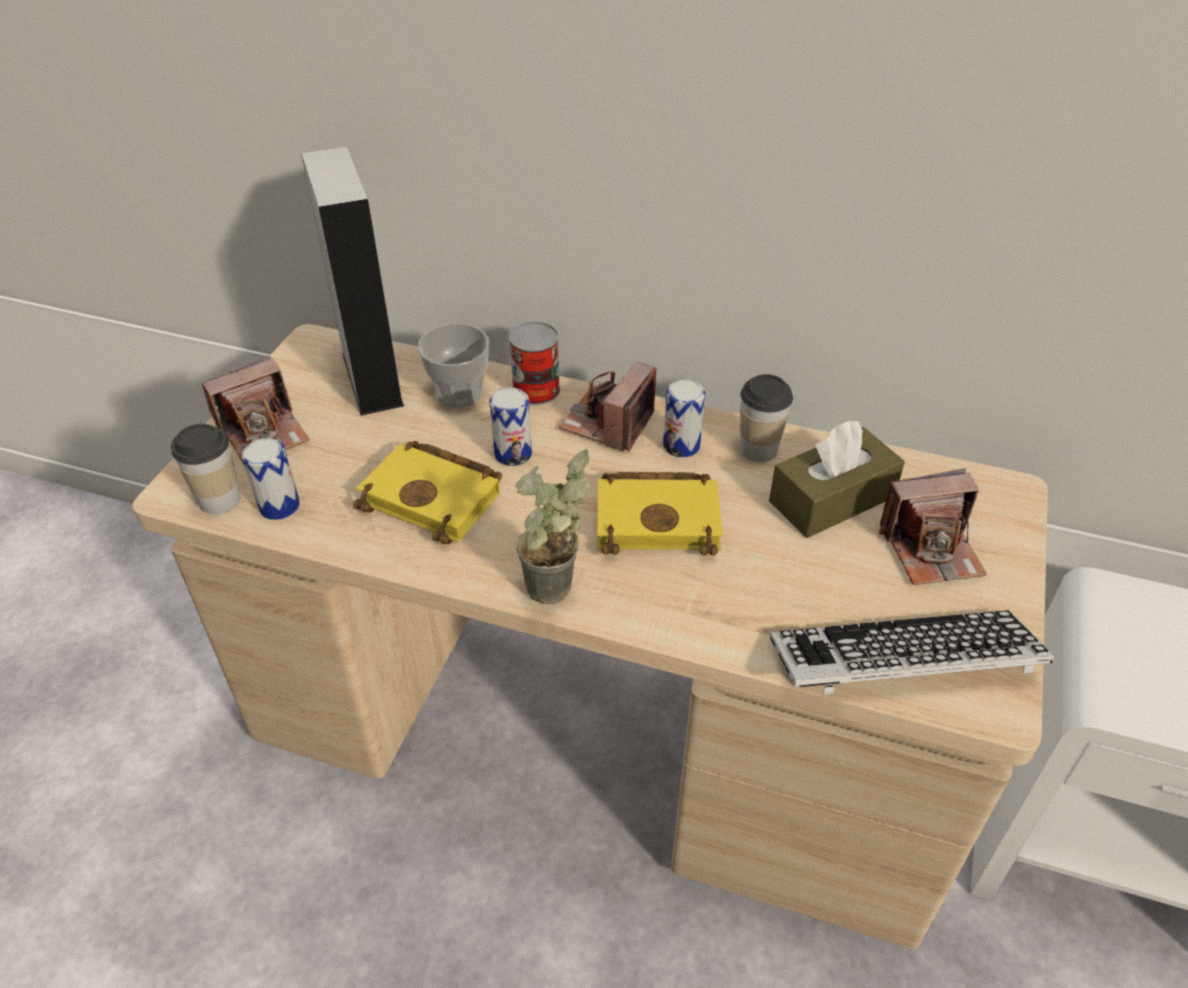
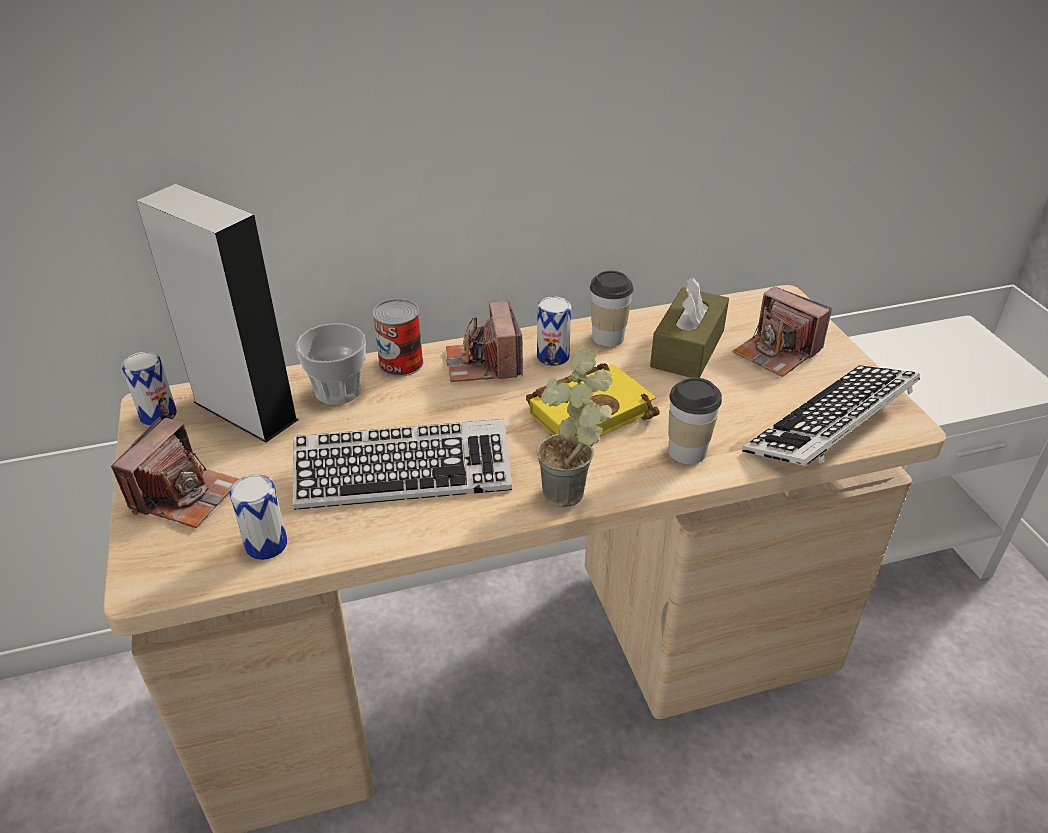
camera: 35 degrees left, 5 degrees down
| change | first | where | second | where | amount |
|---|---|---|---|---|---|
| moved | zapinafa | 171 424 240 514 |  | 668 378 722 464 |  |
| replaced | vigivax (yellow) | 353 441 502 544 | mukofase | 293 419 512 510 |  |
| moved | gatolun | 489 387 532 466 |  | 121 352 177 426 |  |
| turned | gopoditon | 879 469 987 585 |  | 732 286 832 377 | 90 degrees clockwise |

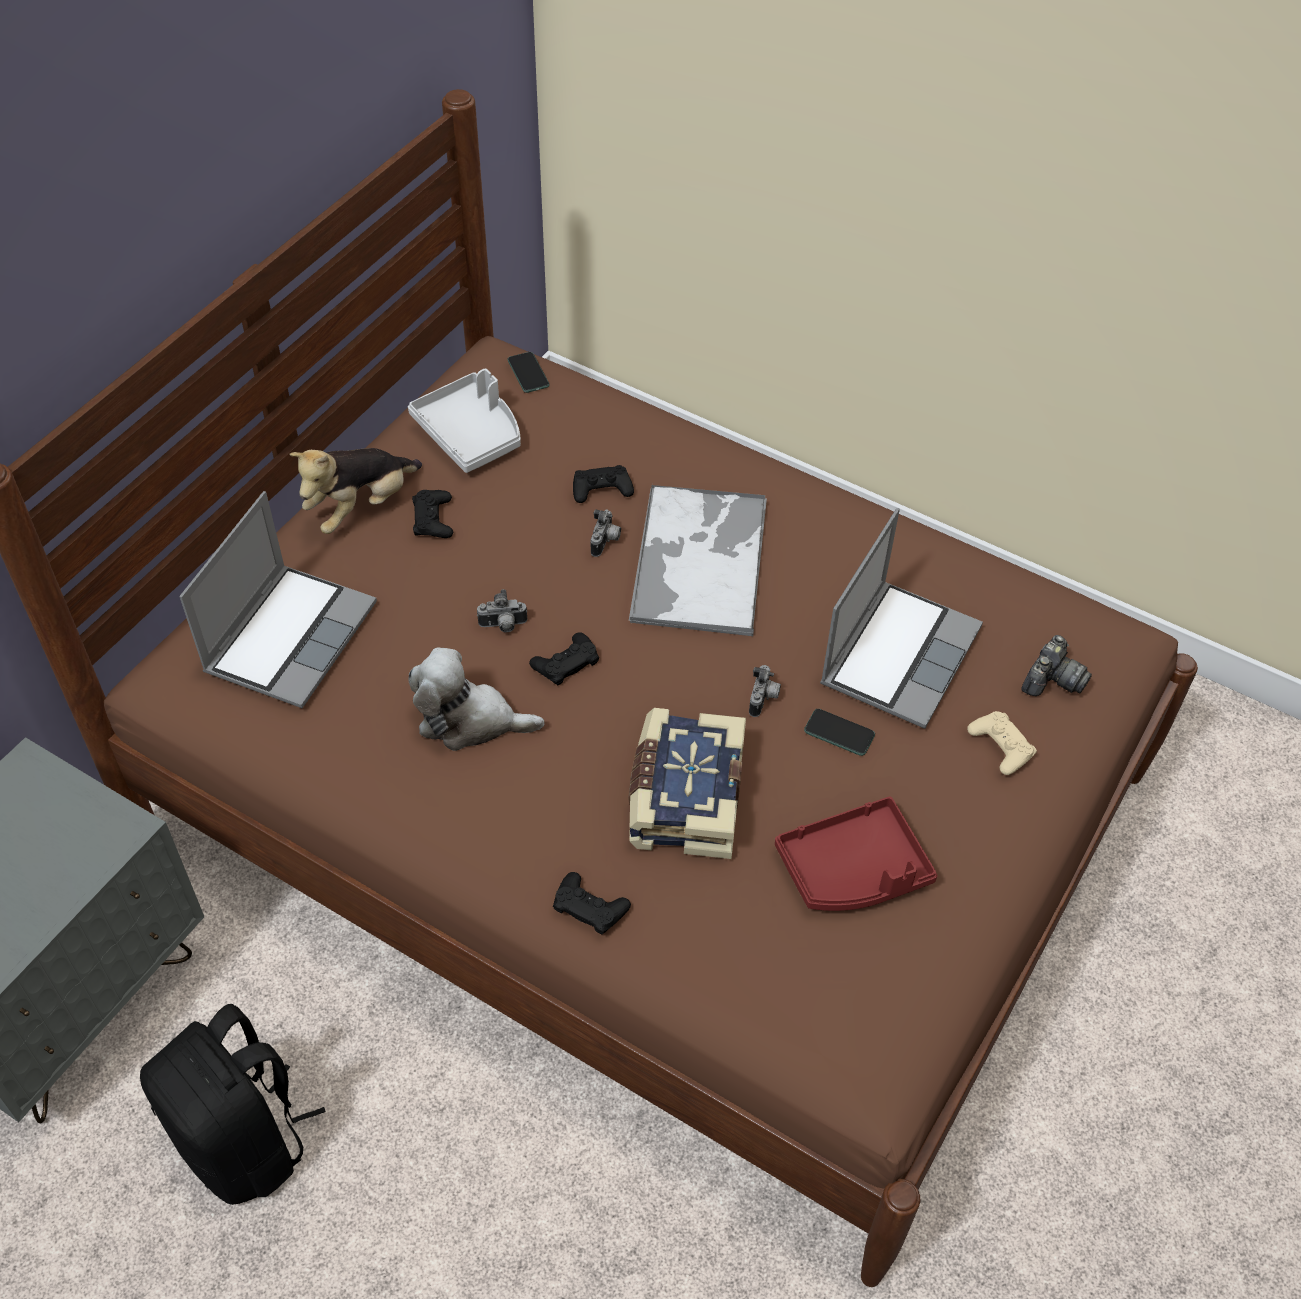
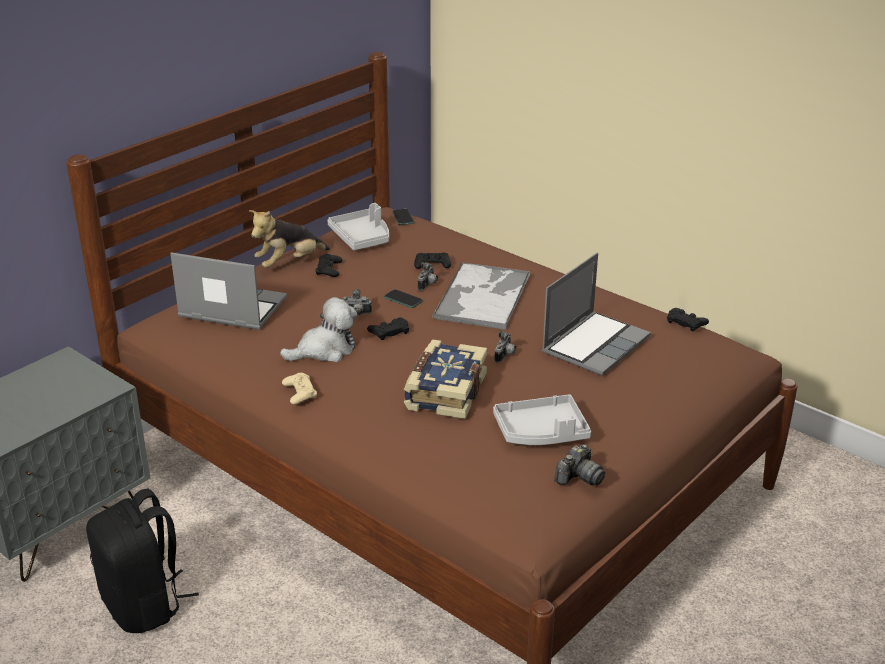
camera: 10 degrees right, 20 degrees down
| change | first | where | second | where | amount |
|---|---|---|---|---|---|
| turned | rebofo | 179 491 377 708 |  | 170 252 287 330 | 105 degrees counterclockwise |
| turned | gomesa | 408 647 545 751 |  | 280 297 357 362 | 135 degrees clockwise |
| moved | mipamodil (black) | 553 872 631 935 |  | 667 308 709 331 |  |
| recoloured | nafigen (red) | 775 797 938 911 | nafigen (grey) | 493 394 591 445 |  |
| moved | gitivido | 804 709 875 756 |  | 384 289 423 308 |  |
| moved | mipamodil (beige) | 967 711 1037 775 |  | 282 373 317 404 |  |
| moved | gopoditon | 1021 635 1092 696 |  | 554 444 605 486 |  |

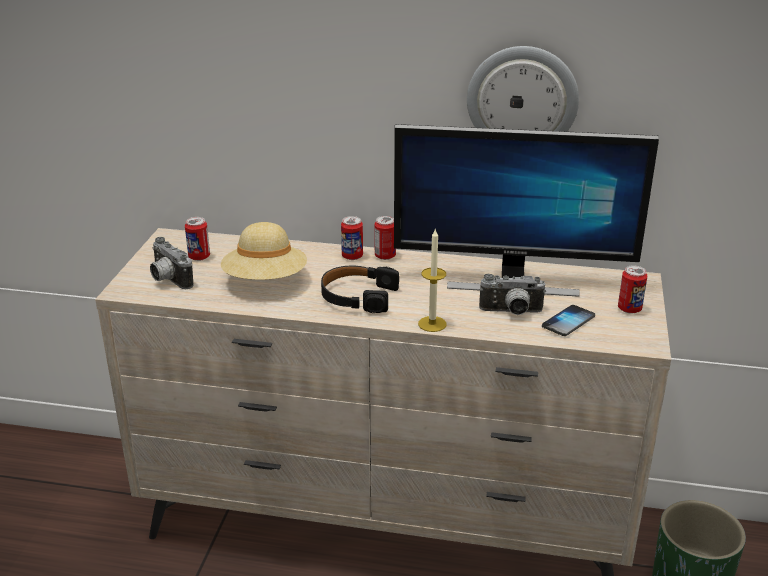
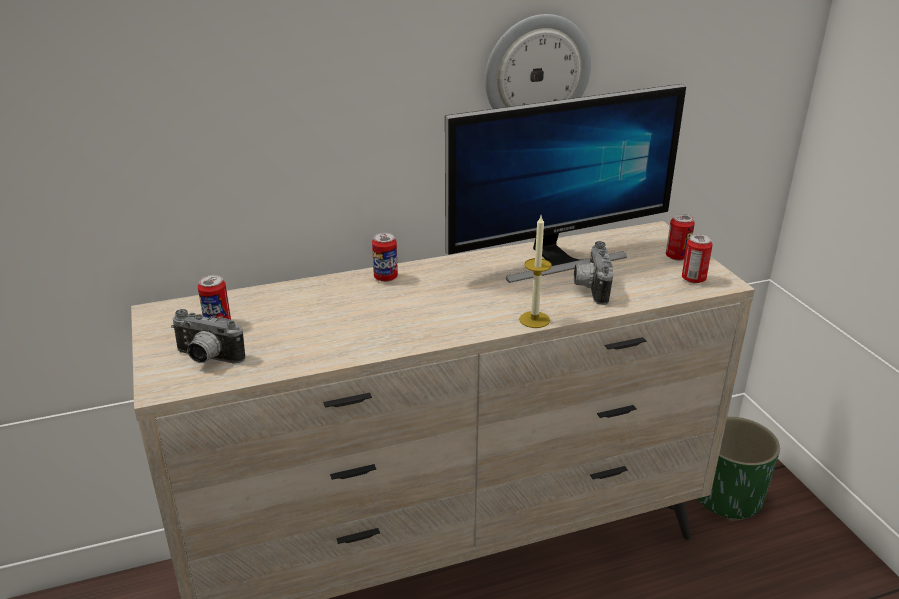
camera: 30 degrees left, 0 degrees up
| change | first | where | second | where | amount |
|---|---|---|---|---|---|
| removed | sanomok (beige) | 221 222 307 280 |  |  |  |
| removed | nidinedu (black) | 321 266 399 313 |  |  |  |
| moved | gatolun | 374 216 396 260 |  | 682 234 713 283 |  |
| turned | gopoditon | 479 274 546 315 |  | 574 241 613 305 | 120 degrees clockwise |
| removed | gitivido | 542 305 595 336 |  |  |  |

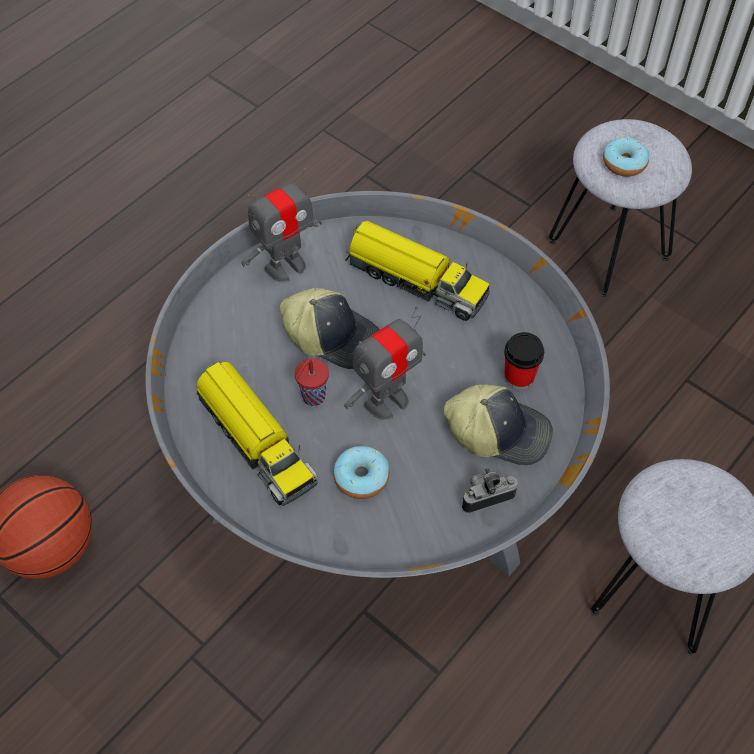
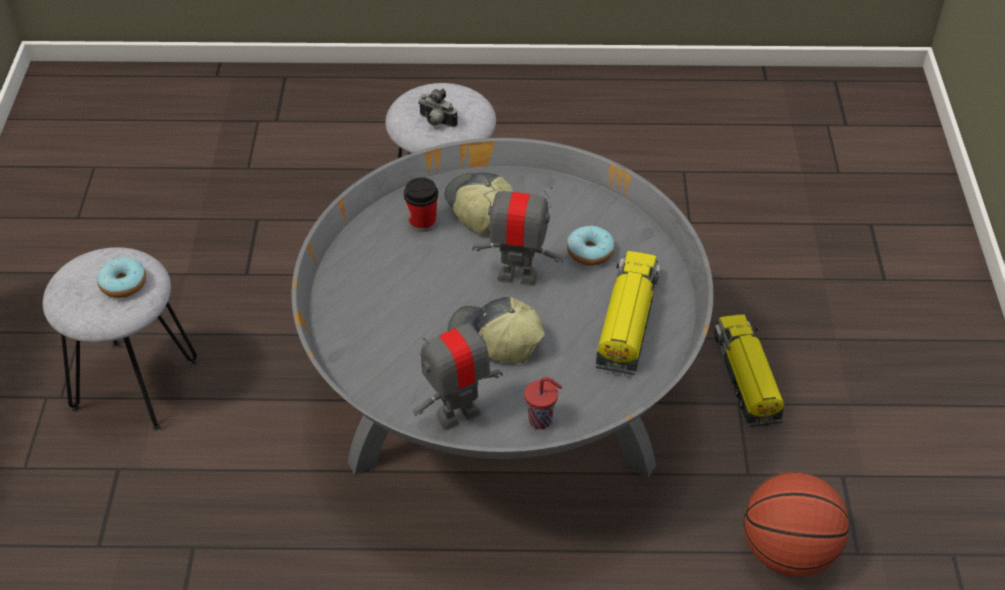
camera: 130 degrees left, 10 degrees down
| change | first | where | second | where | amount |
|---|---|---|---|---|---|
| turned | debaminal | 241 168 322 282 |  | 413 308 503 431 | 45 degrees counterclockwise |
| turned | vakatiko | 280 288 380 369 |  | 448 297 545 363 | 45 degrees counterclockwise |
| moved | zapinafa (red) | 295 359 329 406 |  | 524 377 562 429 |  |
| moved | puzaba | 345 221 490 321 |  | 714 314 784 427 |  |
| moved | gopoditon | 462 468 518 513 |  | 418 89 458 127 |  |

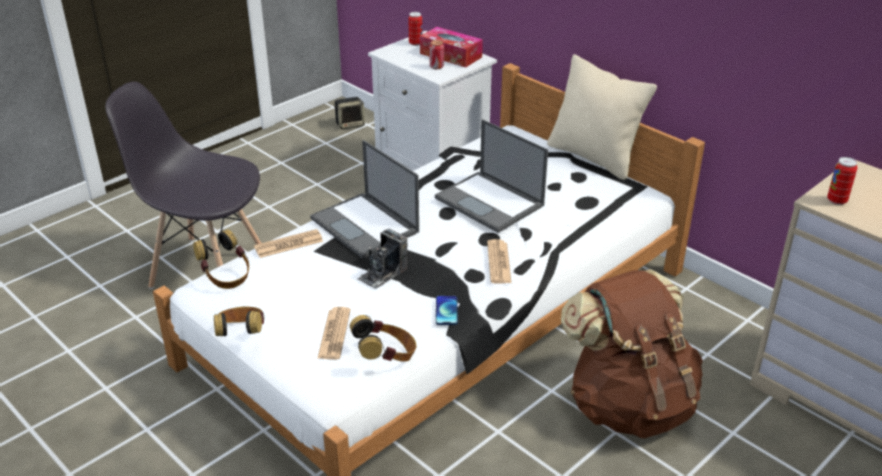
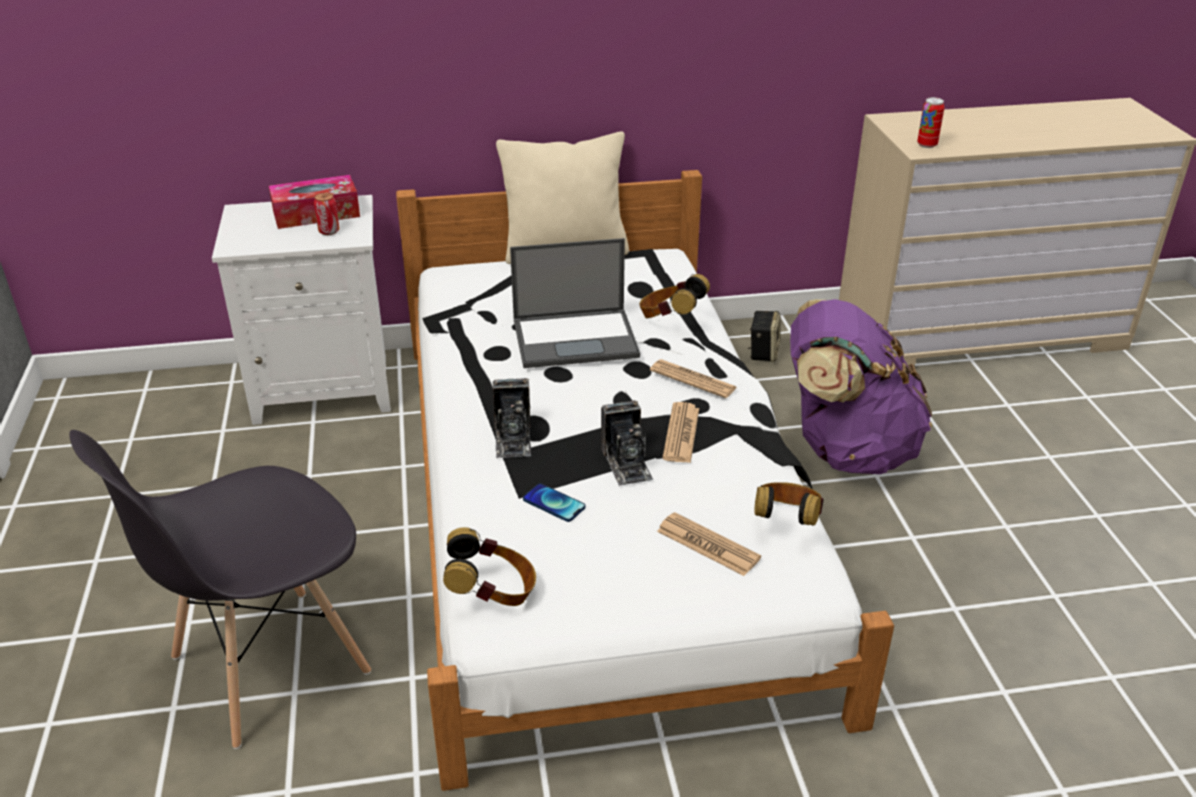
camera: 55 degrees left, 0 degrees up
| change | first | where | second | where | amount |
|---|---|---|---|---|---|
| moved | nidinedu | 214 307 265 337 |  | 639 274 710 318 |  |
| moved | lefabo | 254 229 323 258 |  | 662 402 699 463 |  |
| replaced | rebofo | 310 140 419 259 | gopoditon | 493 378 531 458 |  |
| moved | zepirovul | 334 97 365 129 |  | 748 311 780 362 |  |
| removed | gatolun | 408 12 422 46 |  |  |  |
| moved | gitivido | 436 296 458 325 |  | 523 484 586 522 |  |
| recoloured | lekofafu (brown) | 561 269 703 438 | lekofafu (purple) | 790 299 932 474 |  |

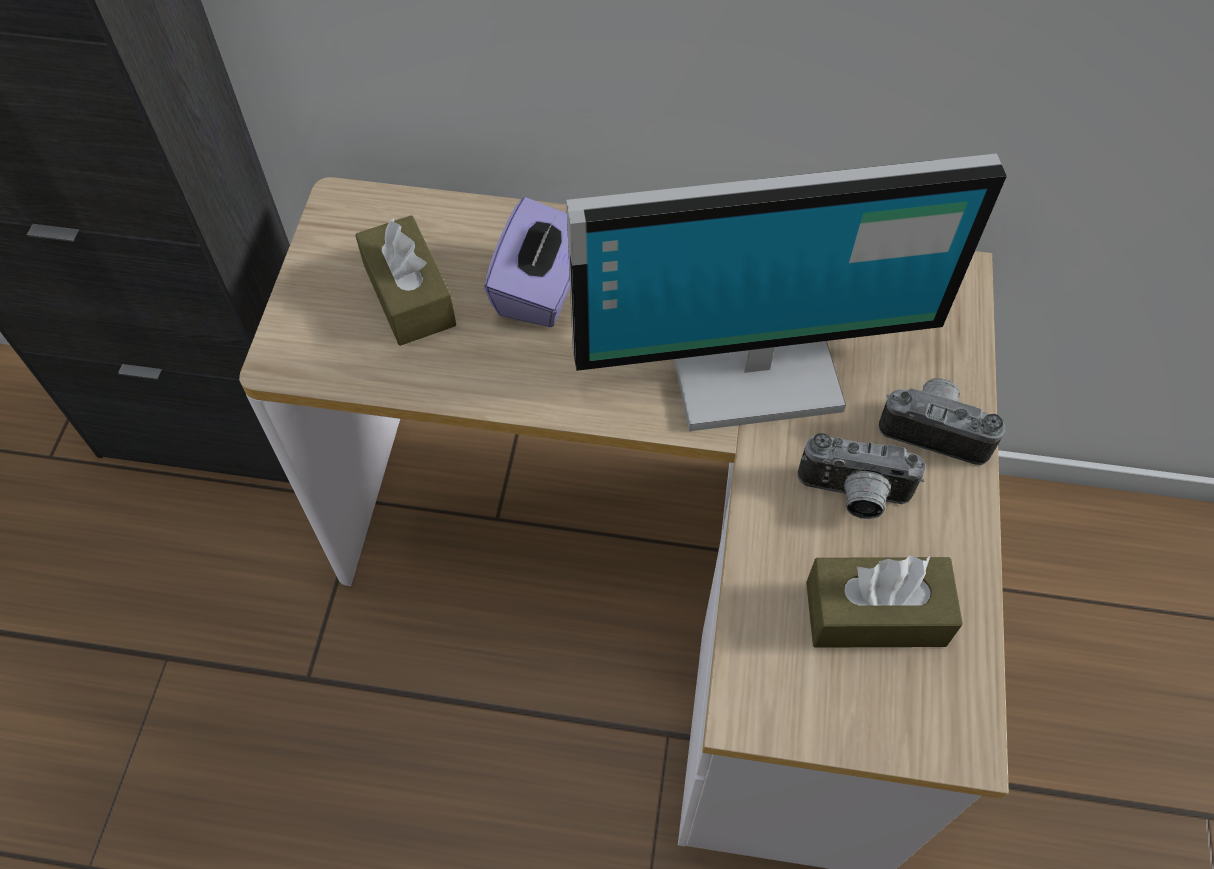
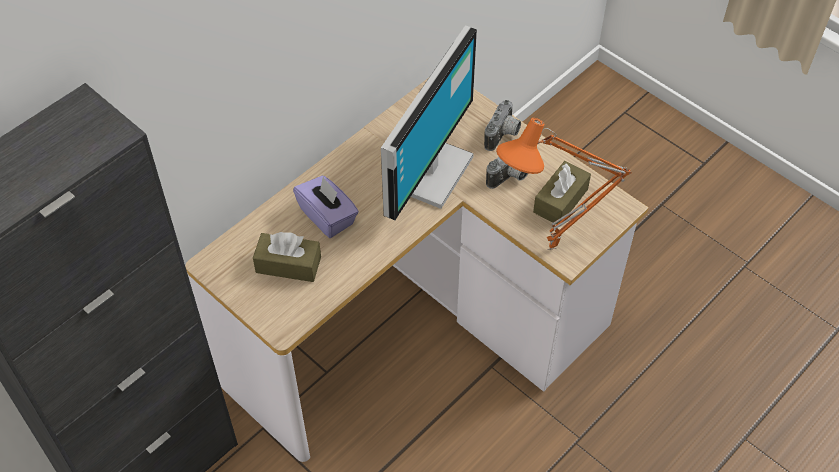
camera: 55 degrees left, 5 degrees down
| change | first | where | second | where | amount |
|---|---|---|---|---|---|
| turned | gopoditon | 878 378 1005 465 |  | 484 100 521 151 | 150 degrees clockwise |
| added |  |  | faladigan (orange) | 496 118 632 250 |  |

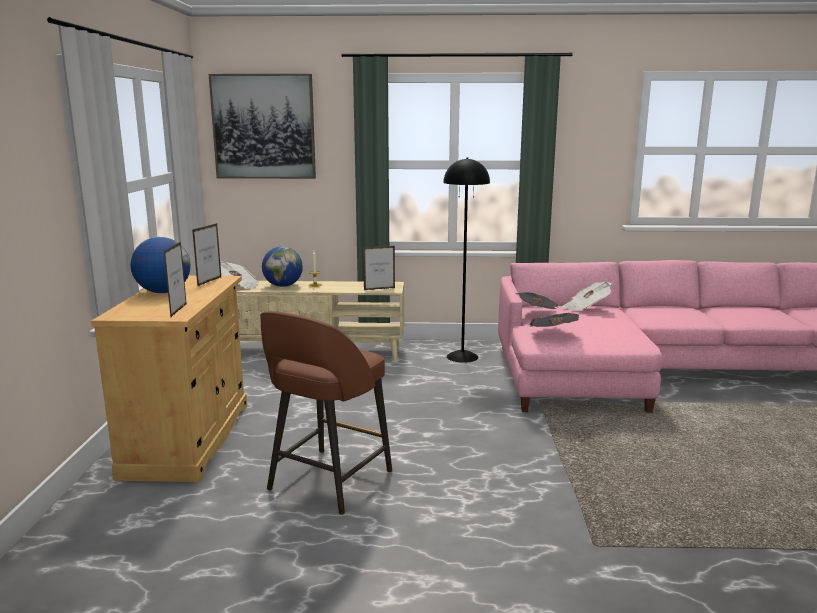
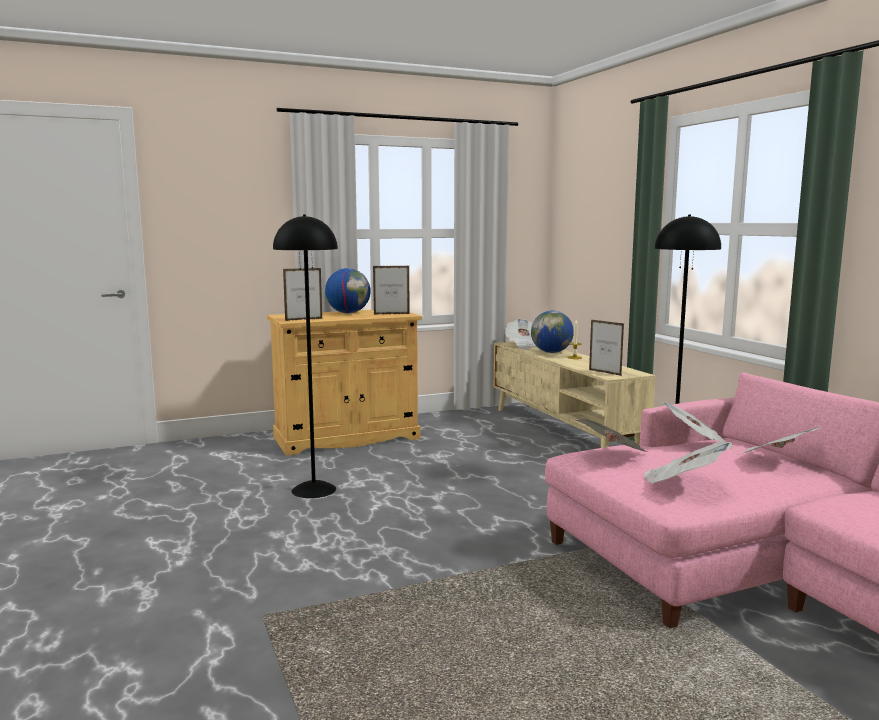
camera: 65 degrees right, 5 degrees down
| change | first | where | second | where | amount |
|---|---|---|---|---|---|
| removed | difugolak | 209 74 316 179 |  |  |  |
| replaced | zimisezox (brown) | 260 311 392 515 | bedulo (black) | 273 214 338 498 |  |
| added |  |  | lefabo | 644 441 732 484 |  |

